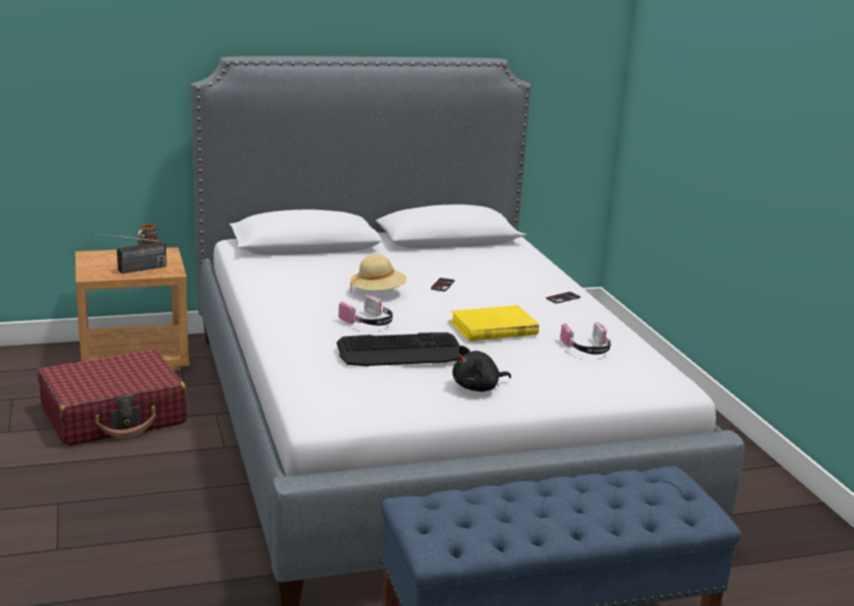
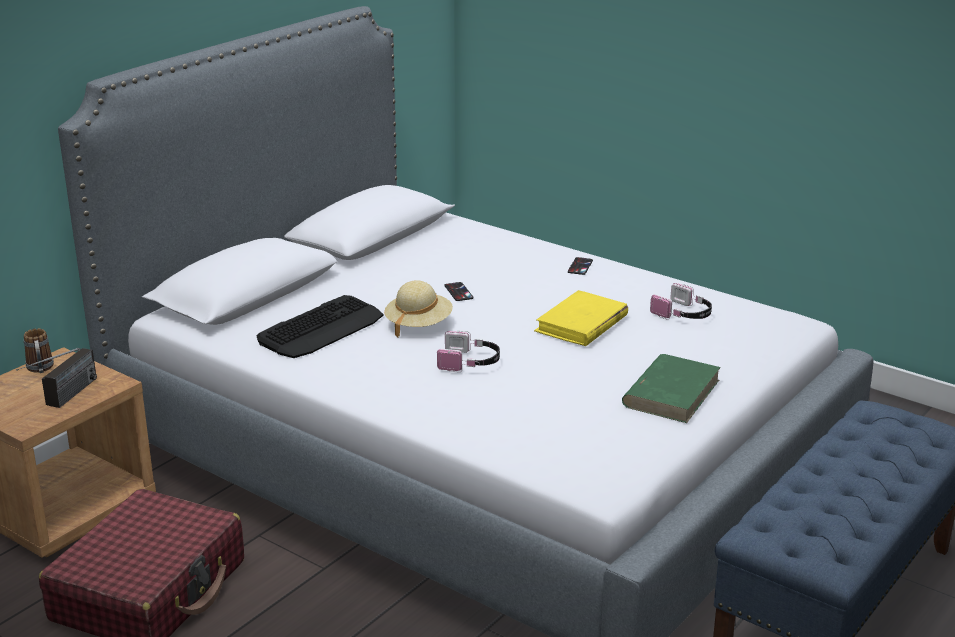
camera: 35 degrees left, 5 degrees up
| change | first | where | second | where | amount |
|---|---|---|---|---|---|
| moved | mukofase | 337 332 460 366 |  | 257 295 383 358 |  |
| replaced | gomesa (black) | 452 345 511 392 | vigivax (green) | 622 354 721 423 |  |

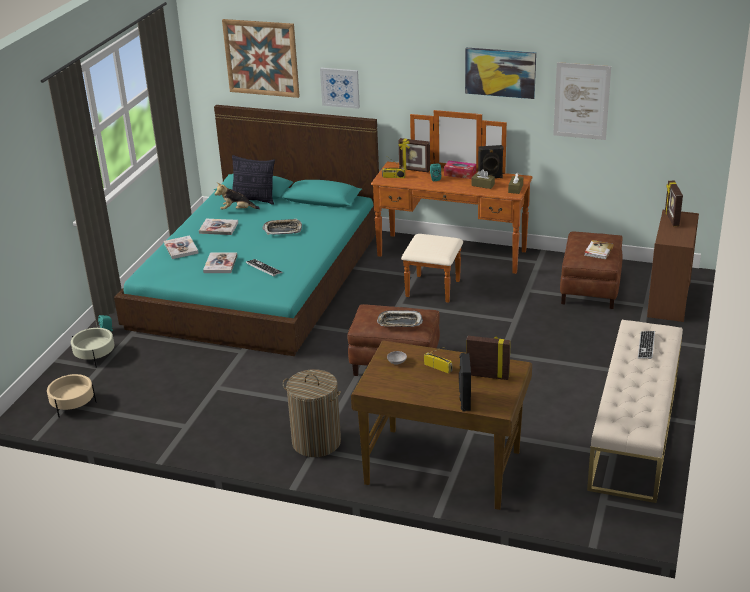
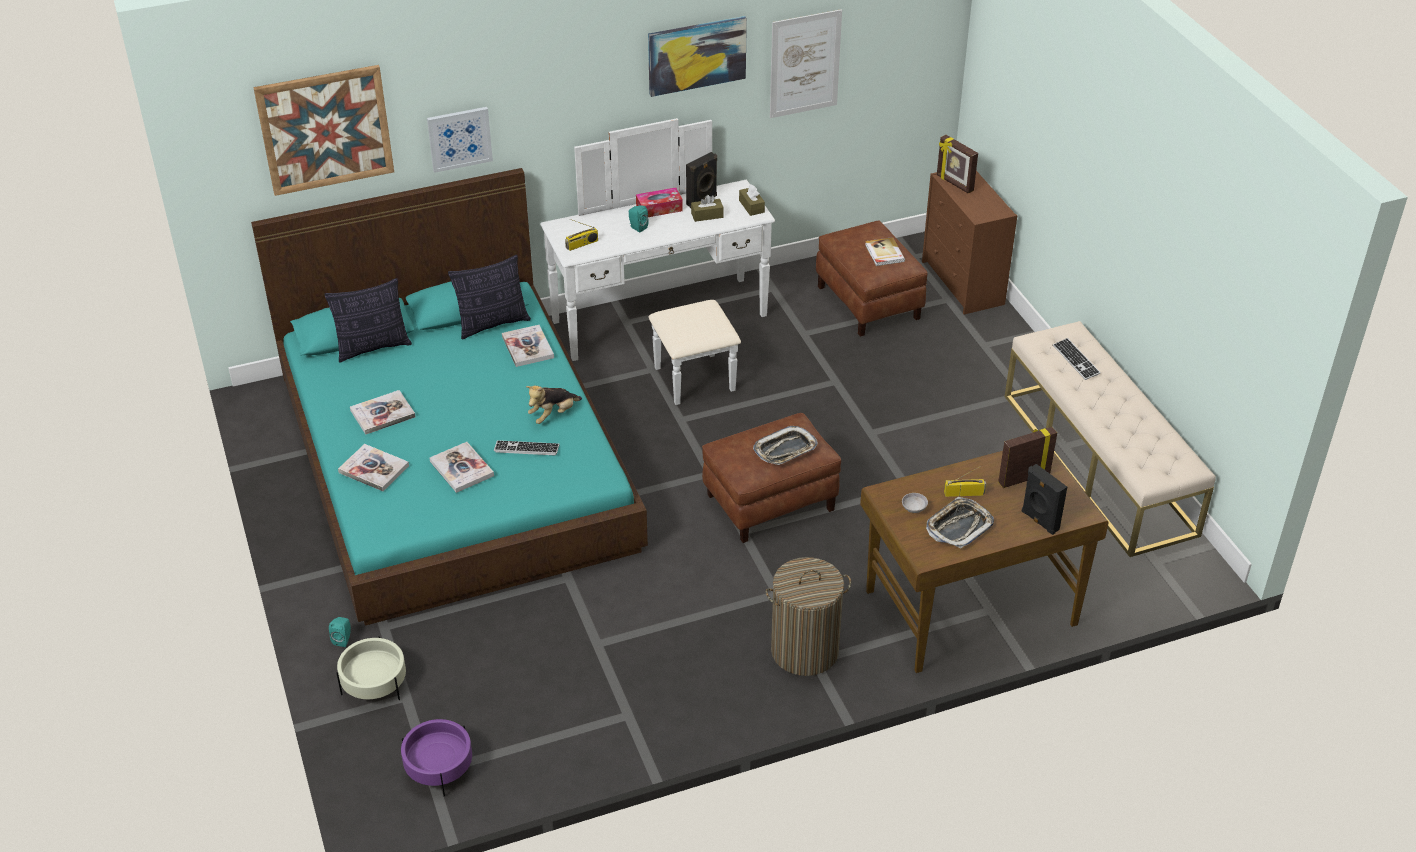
camera: 40 degrees left, 10 degrees up
| change | first | where | second | where | amount |
|---|---|---|---|---|---|
| recoloured | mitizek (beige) | 47 374 97 418 | mitizek (purple) | 401 719 472 796 |  |
| moved | gomesa | 215 183 260 210 |  | 526 386 582 424 |  |
| moved | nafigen | 263 219 302 235 |  | 926 497 994 548 |  |
| recoloured | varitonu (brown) | 371 110 533 303 | varitonu (white) | 540 118 775 405 |  |
| removed | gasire | 398 138 430 172 |  |  |  |
| added |  |  | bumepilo | 448 255 531 340 |  |
| added |  |  | vigivax | 502 325 554 367 |  |

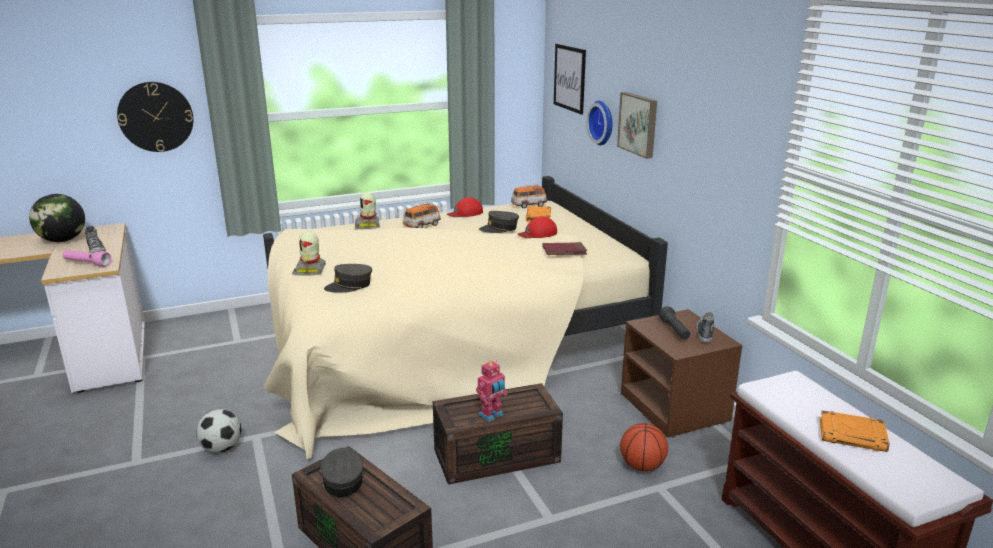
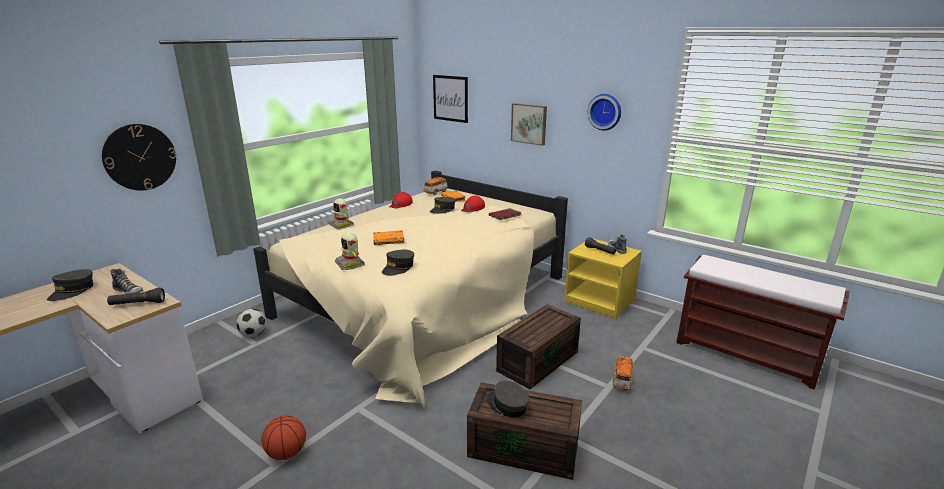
camera: 30 degrees left, 0 degrees up
| change | first | where | second | where | amount |
|---|---|---|---|---|---|
| replaced | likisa | 29 194 85 242 | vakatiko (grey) | 47 269 93 301 |  |
| recoloured | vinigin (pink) | 63 250 111 267 | vinigin (black) | 107 288 165 305 |  |
| moved | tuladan | 196 409 241 453 |  | 236 309 267 337 |  |
| moved | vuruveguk | 402 202 441 228 |  | 613 356 634 390 |  |
| removed | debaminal | 476 360 507 422 |  |  |  |
| moved | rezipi | 586 101 612 145 |  | 587 94 621 131 |  |
| moved | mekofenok | 620 423 668 471 |  | 261 415 306 460 |  |
| recoloured | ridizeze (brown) | 621 309 743 438 | ridizeze (yellow) | 565 239 642 319 |  |
| moved | vigivax (orange) | 820 410 889 452 |  | 373 231 404 245 |  |

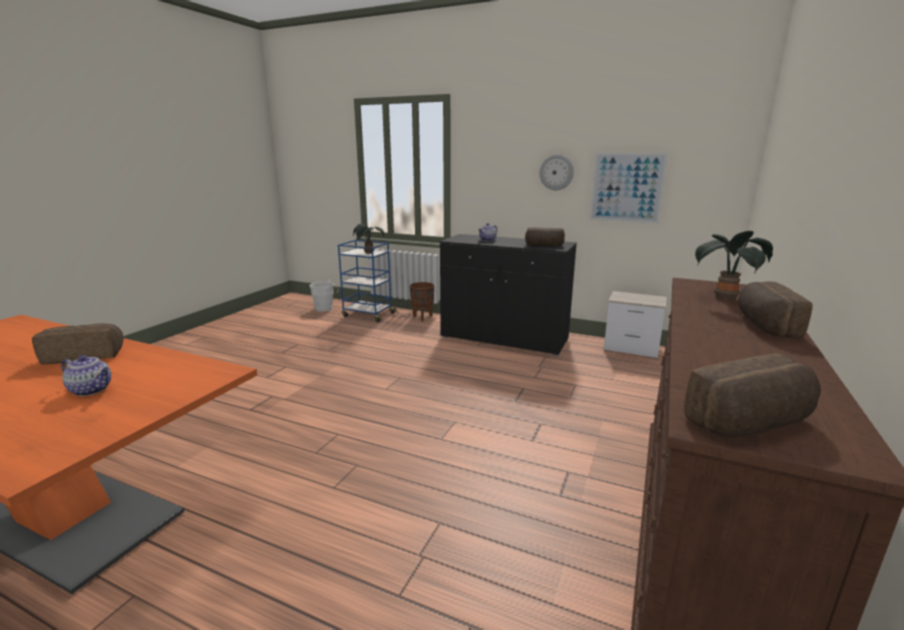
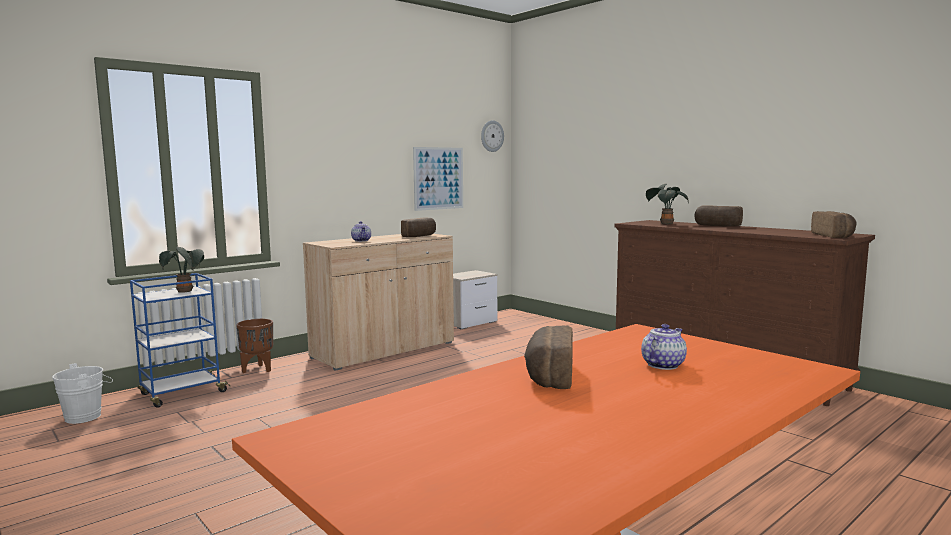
camera: 65 degrees left, 10 degrees down
| change | first | where | second | where | amount |
|---|---|---|---|---|---|
| recoloured | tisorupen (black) | 440 234 577 356 | tisorupen (beige) | 303 234 454 371 |  |
| moved | rezipi | 540 155 574 190 |  | 481 120 504 152 |  |

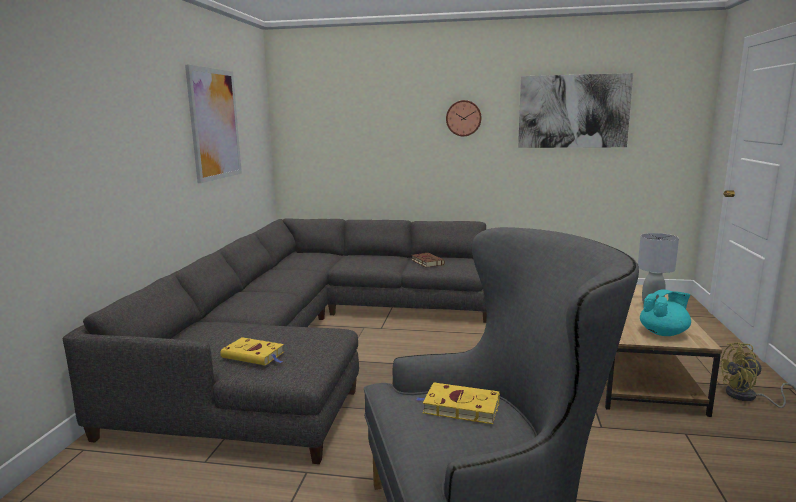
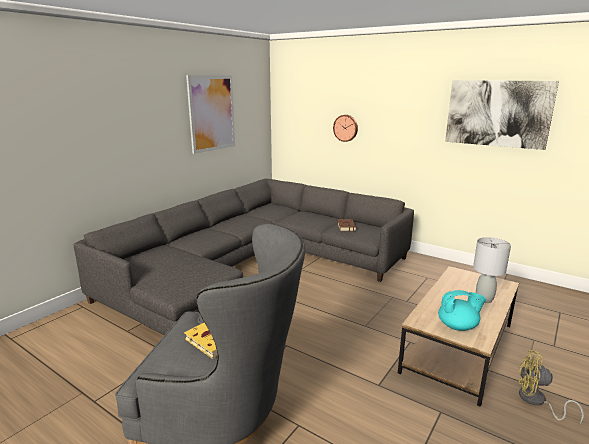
camera: 25 degrees right, 5 degrees up
| change | first | where | second | where | amount |
|---|---|---|---|---|---|
| removed | vigivax (yellow) | 220 337 284 366 |  |  |  |
| moved | rezipi | 446 100 482 136 |  | 333 115 358 142 |  |

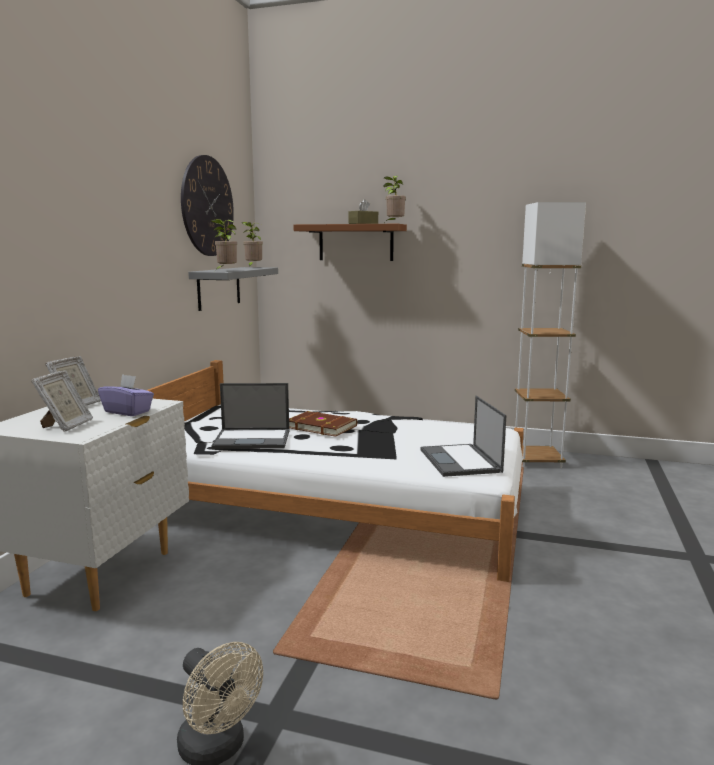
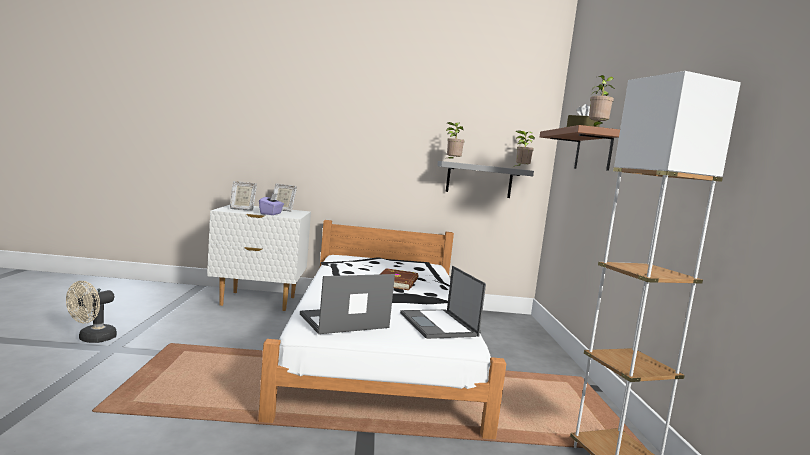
camera: 70 degrees right, 5 degrees down
| change | first | where | second | where | amount |
|---|---|---|---|---|---|
| removed | rezipi | 181 155 234 256 |  |  |  |
| moved | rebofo | 211 383 289 449 |  | 400 266 486 339 |  |

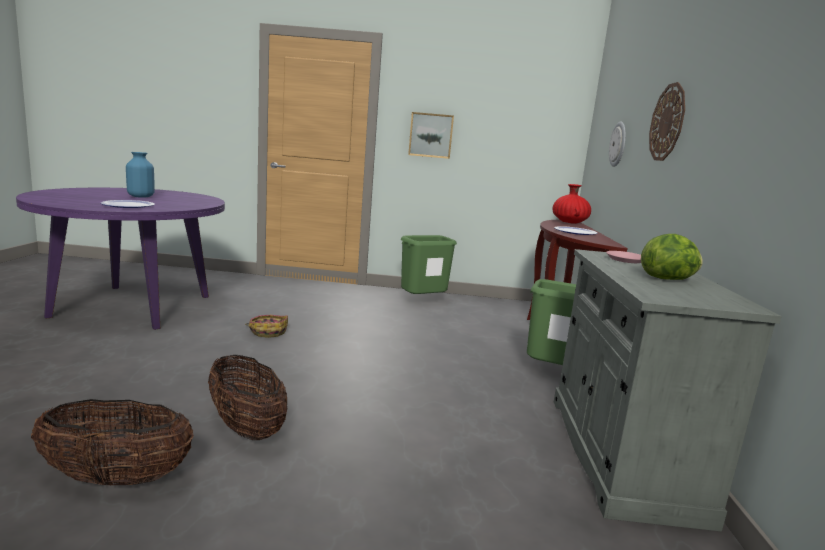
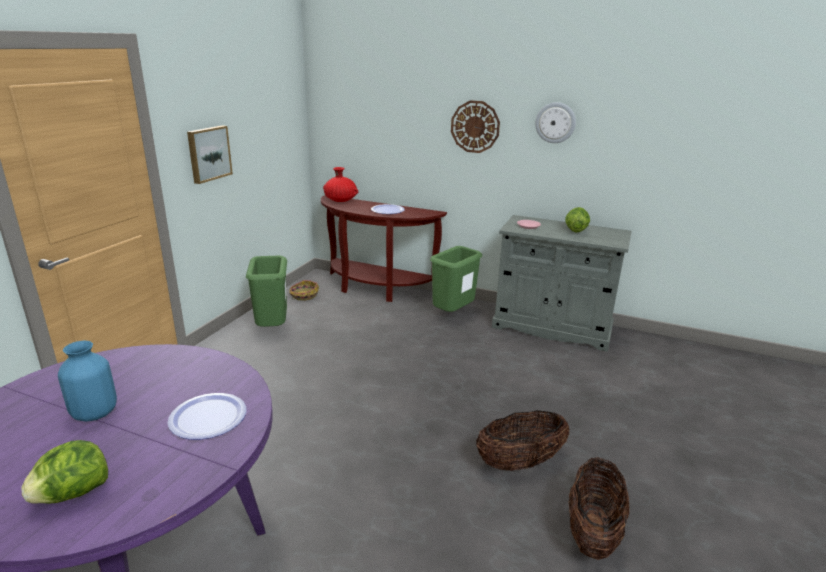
camera: 70 degrees left, 10 degrees up
| change | first | where | second | where | amount |
|---|---|---|---|---|---|
| moved | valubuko | 245 315 288 338 |  | 289 280 319 301 |  |
| moved | rezipi | 609 121 626 167 |  | 535 102 576 143 |  |
| added |  |  | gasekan | 21 440 108 504 |  |

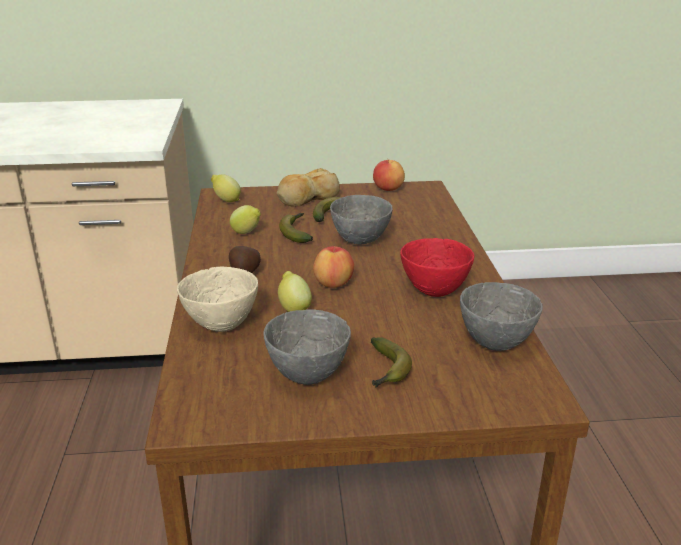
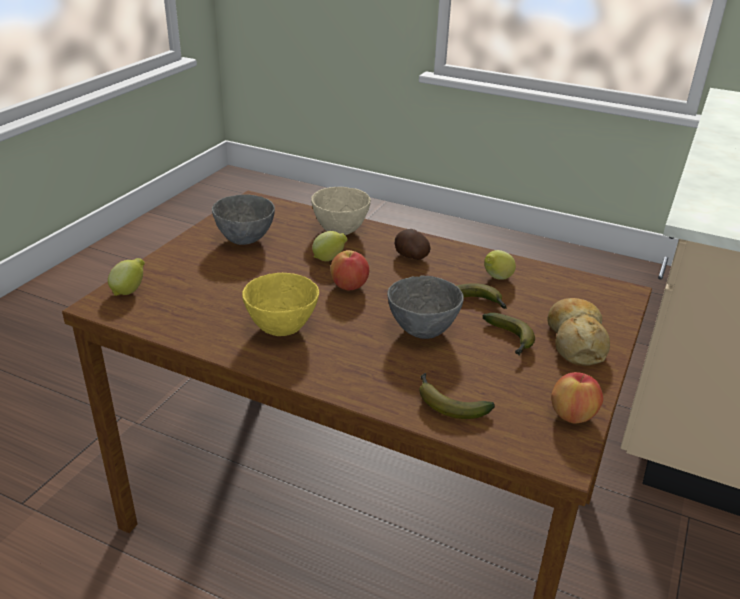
camera: 120 degrees right, 5 degrees up
| change | first | where | second | where | amount |
|---|---|---|---|---|---|
| moved | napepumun | 211 175 241 202 |  | 108 258 145 296 |  |
| moved | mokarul | 371 337 412 388 |  | 419 373 495 419 |  |
| recoloured | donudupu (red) | 400 238 474 297 | donudupu (yellow) | 242 273 319 336 |  |
| removed | donudupu (grey) | 460 282 543 351 |  |  |  |

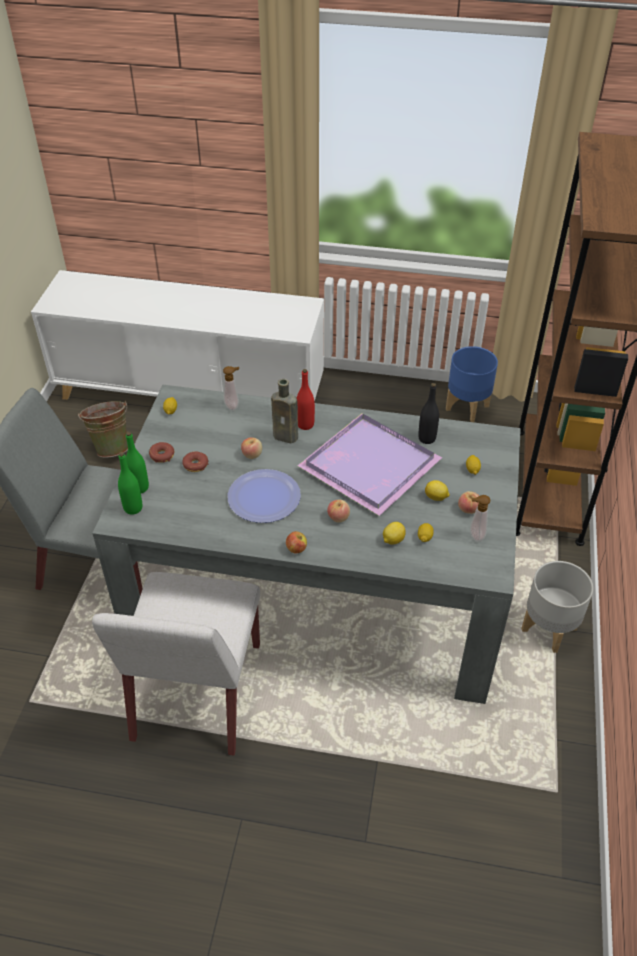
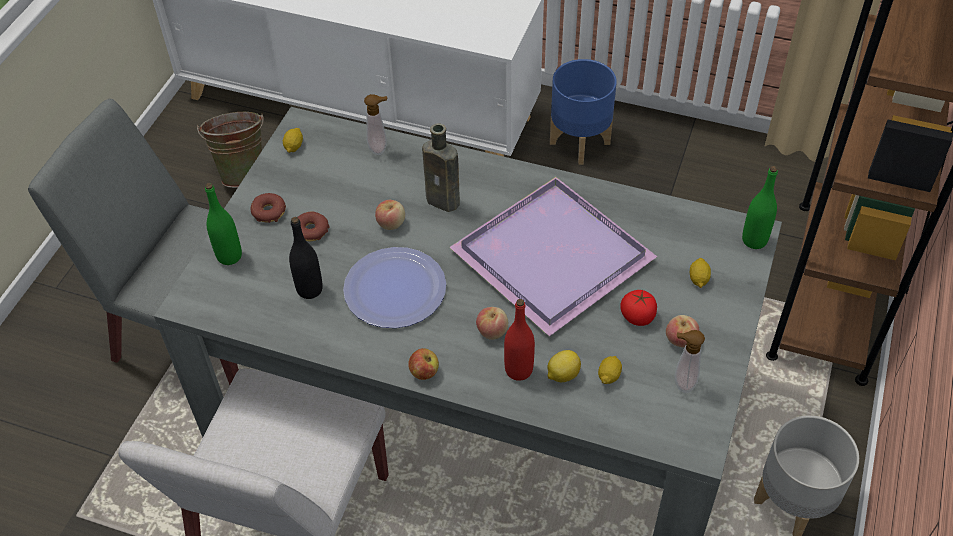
camera: 10 degrees right, 5 degrees up
| change | first | where | second | where | amount |
|---|---|---|---|---|---|
| moved | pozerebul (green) | 118 452 142 515 |  | 742 166 778 249 |  |
| moved | pozerebul (red) | 297 369 315 430 |  | 504 299 535 381 |  |
| moved | pozerebul (black) | 418 383 439 444 |  | 289 217 323 299 |  |
| replaced | napepumun | 425 480 450 501 | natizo | 621 290 657 326 |  |
| moved | mitizek (blue) | 446 346 498 422 |  | 550 59 617 165 |  |

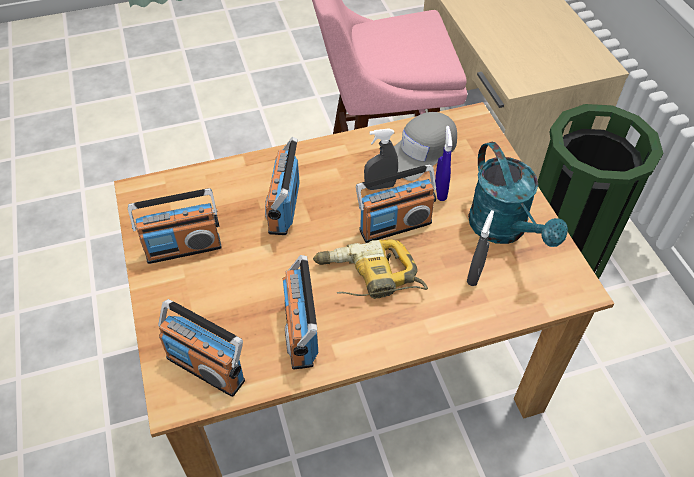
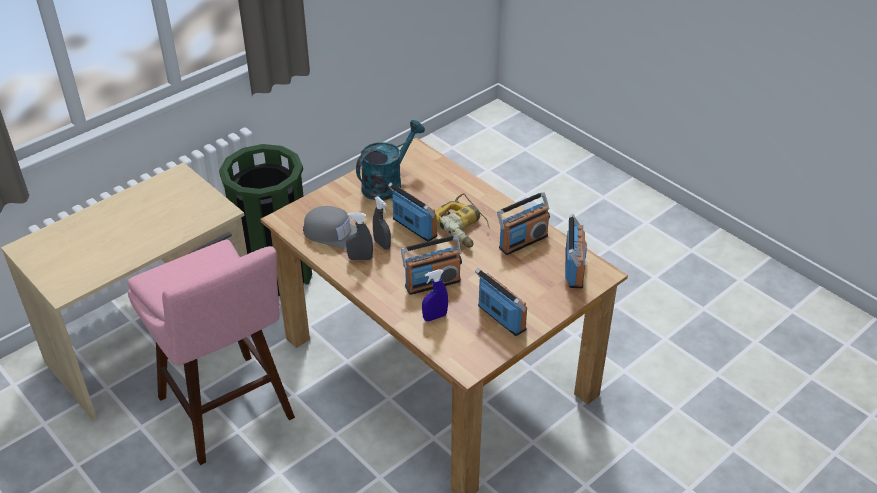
camera: 115 degrees left, 10 degrees down
| change | first | where | second | where | amount |
|---|---|---|---|---|---|
| moved | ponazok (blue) | 435 126 452 201 |  | 422 269 448 321 |  |
| moved | ponazok (grey) | 467 210 494 286 |  | 346 213 373 261 |  |

